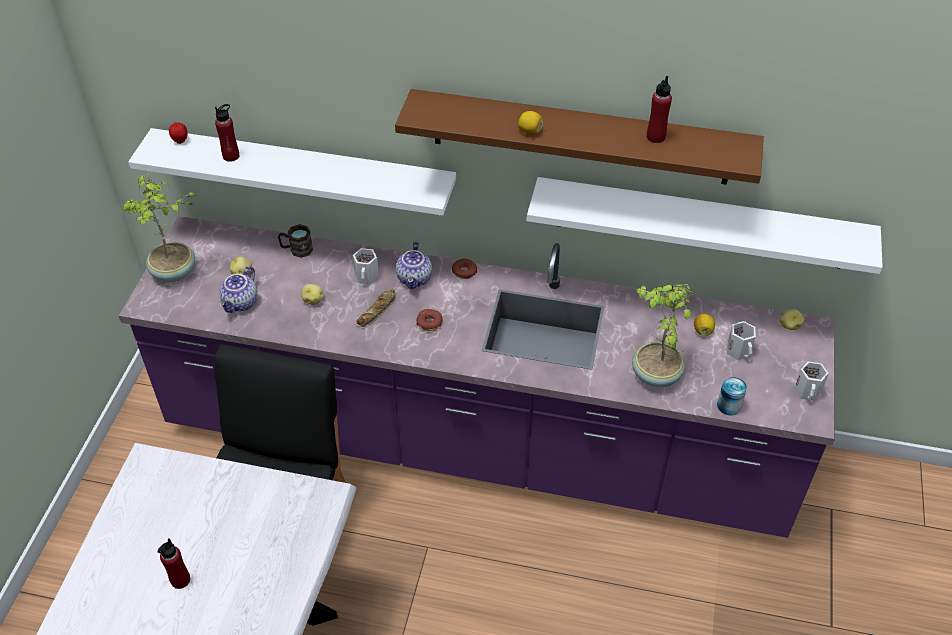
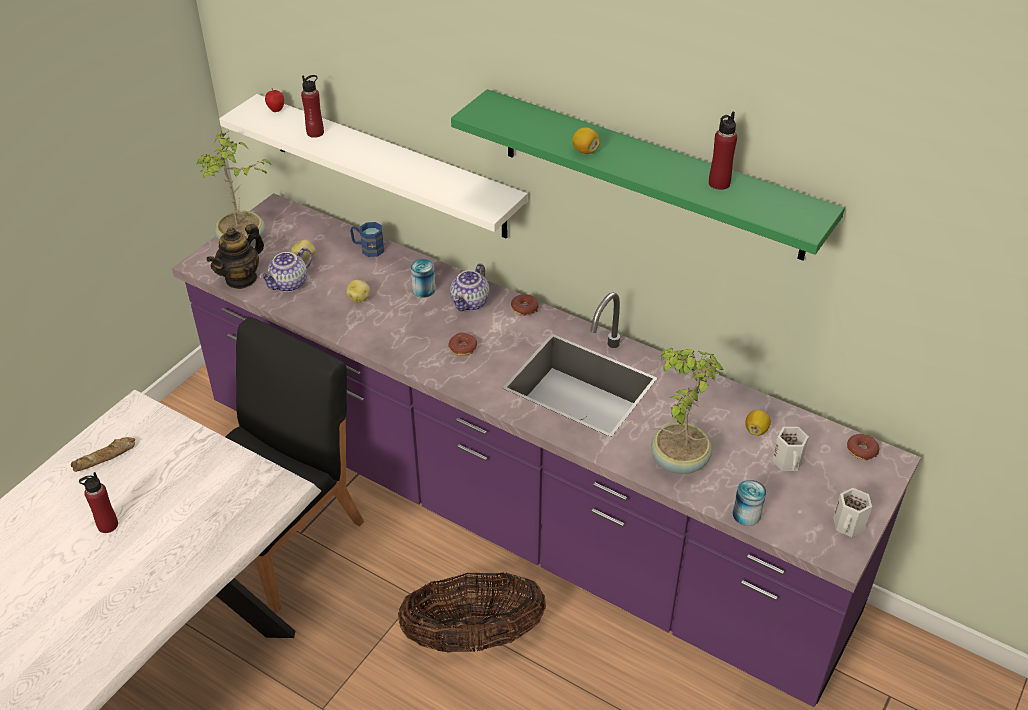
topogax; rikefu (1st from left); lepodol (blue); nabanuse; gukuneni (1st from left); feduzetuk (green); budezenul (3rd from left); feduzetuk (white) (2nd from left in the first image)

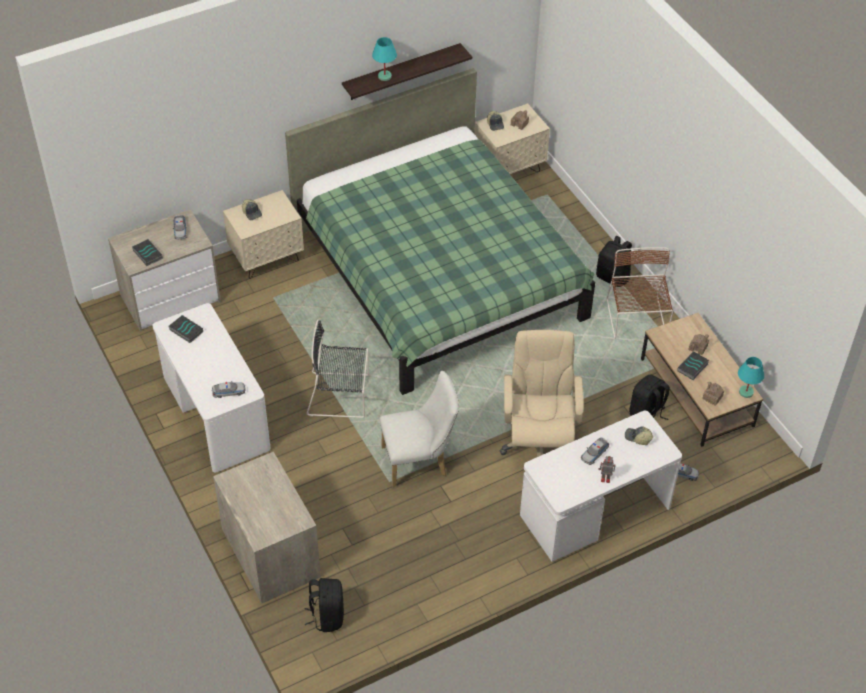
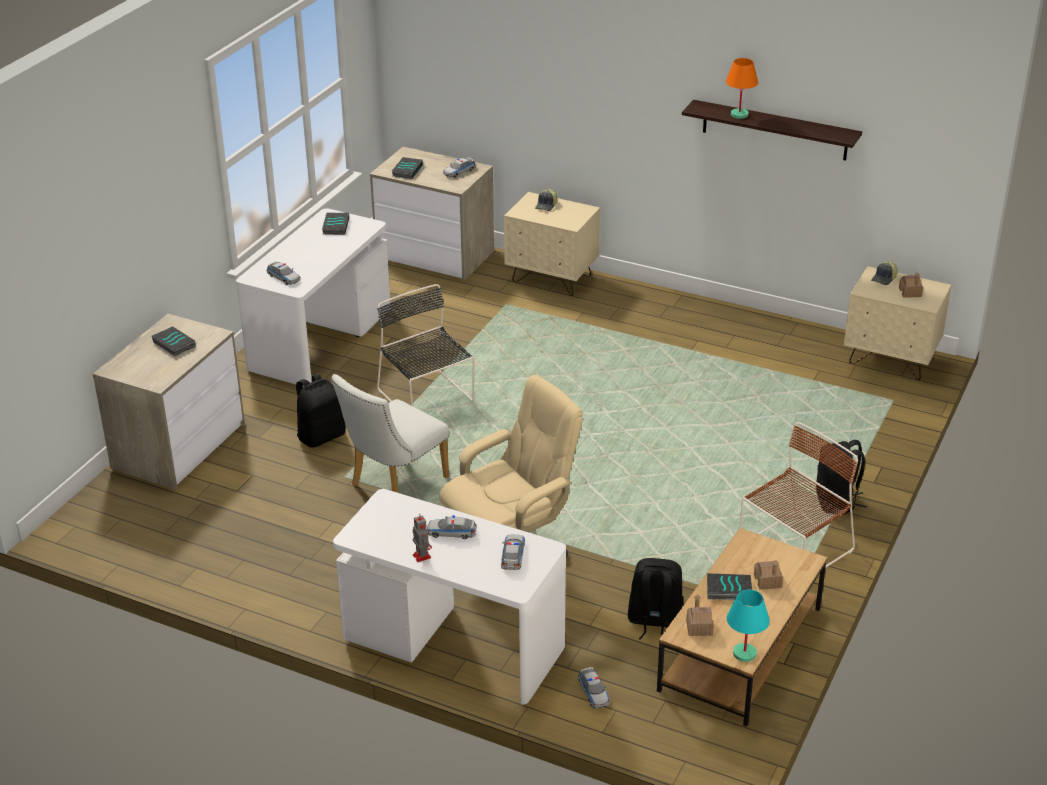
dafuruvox (1st from left); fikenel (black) (1st from left); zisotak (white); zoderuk (4th from left); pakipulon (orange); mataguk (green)

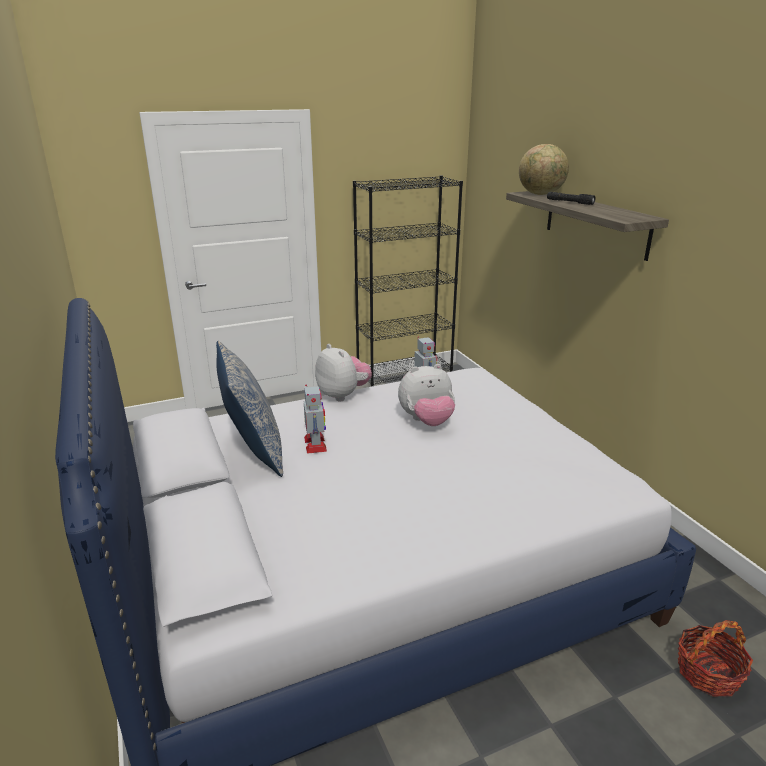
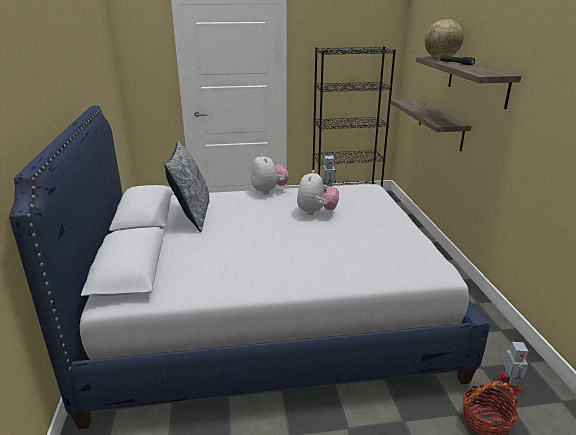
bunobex (2nd from left); feduzetuk (1st from left); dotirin (2nd from left)

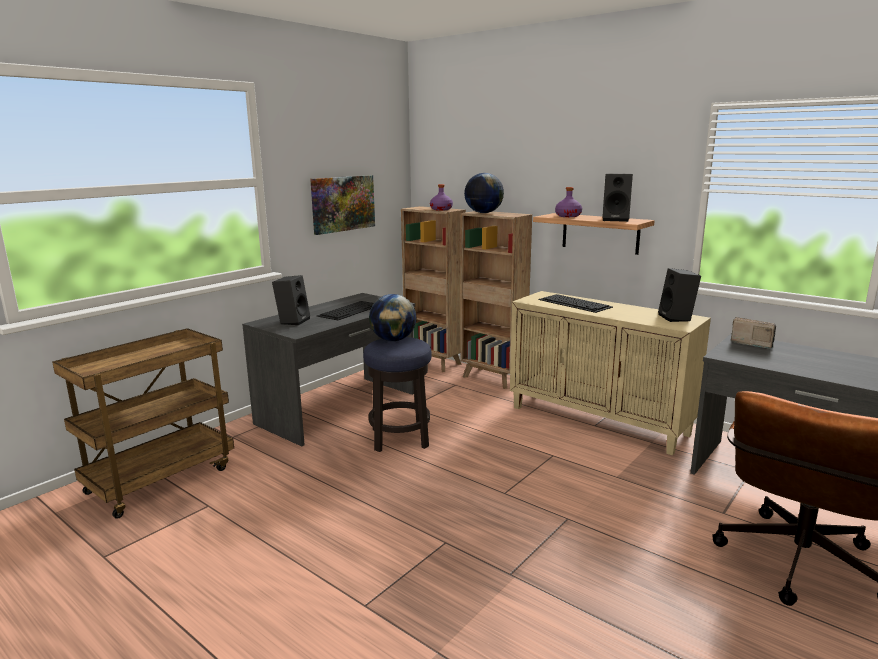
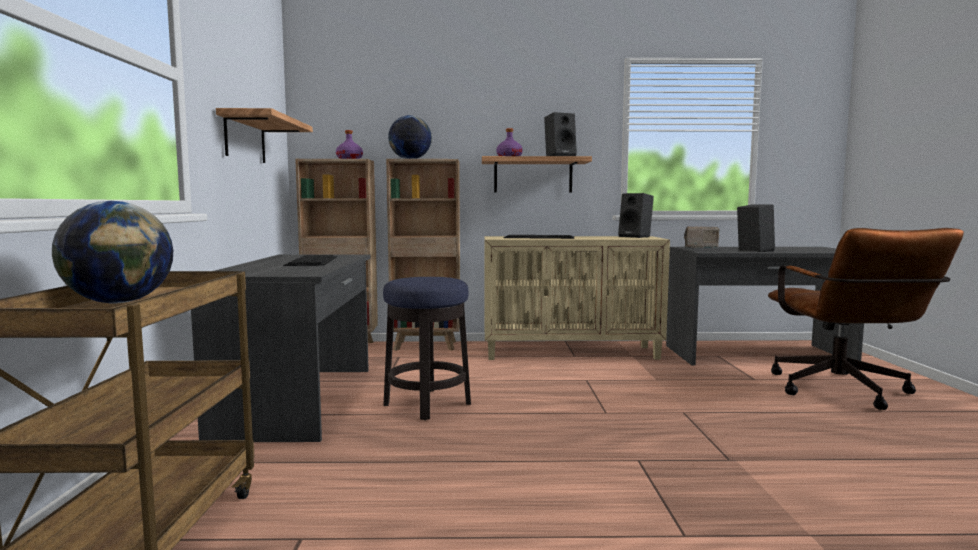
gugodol (1st from left); feduzetuk (1st from left); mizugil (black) (3rd from left)

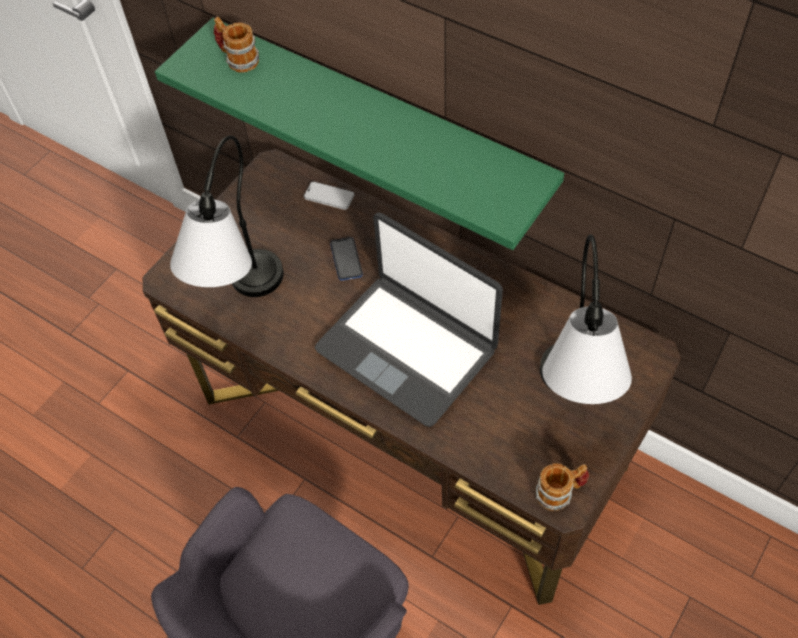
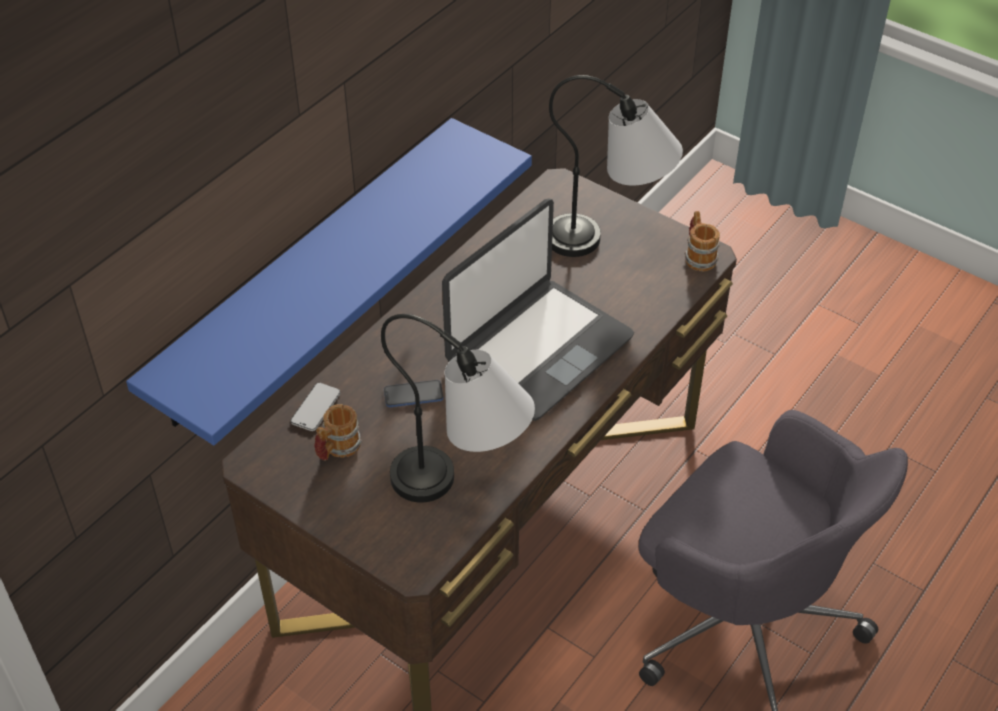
feduzetuk (blue); lepodol (1st from left)

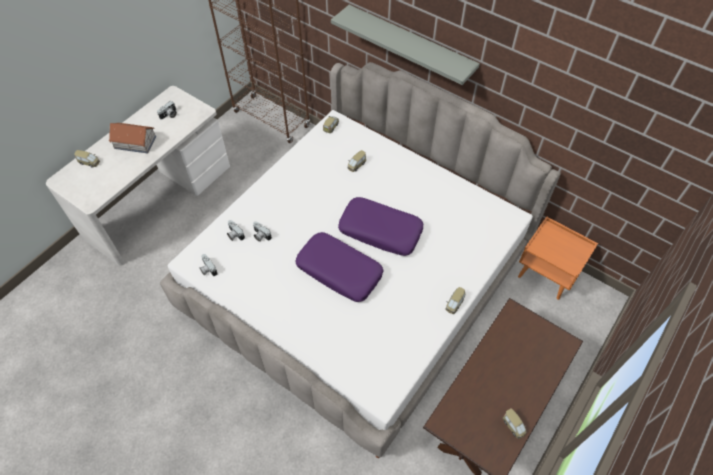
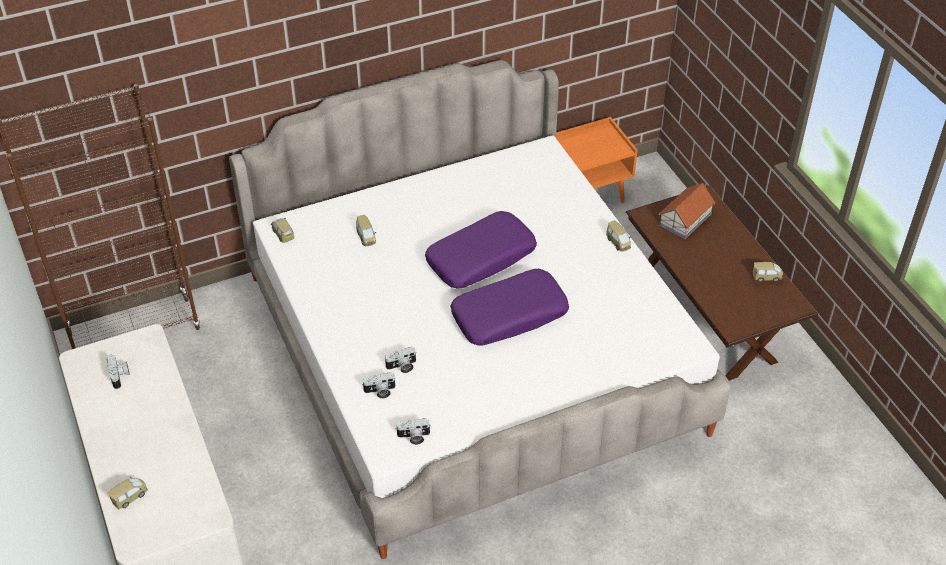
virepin; feduzetuk (grey)

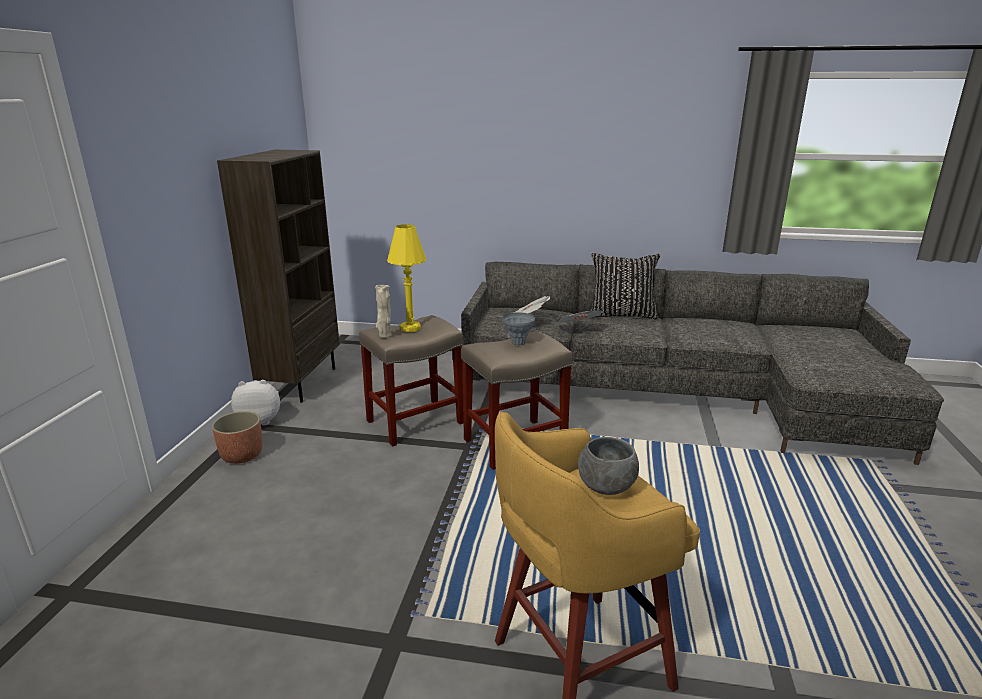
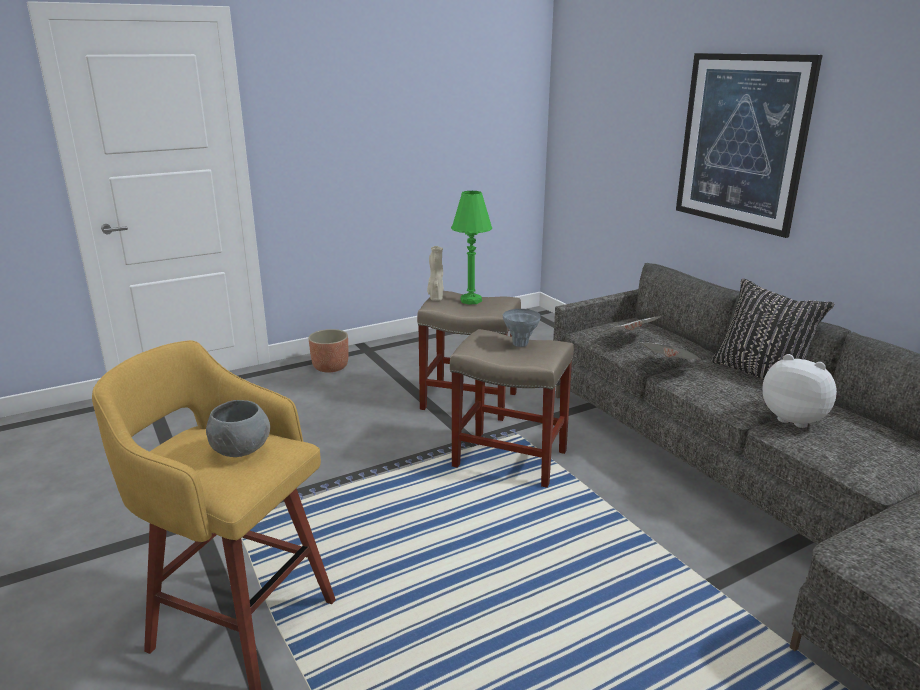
pakipulon (green); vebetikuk; bunobex; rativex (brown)

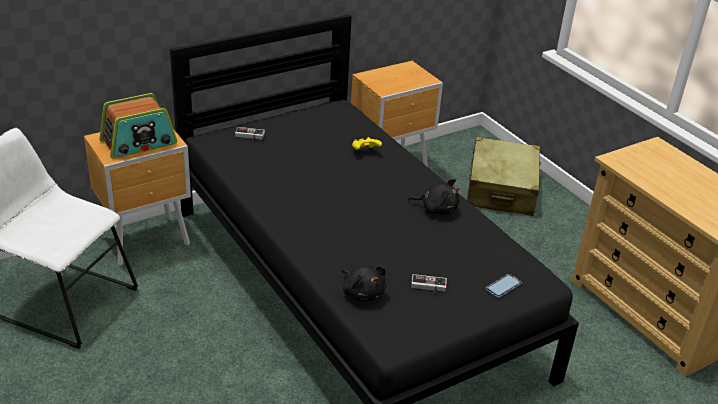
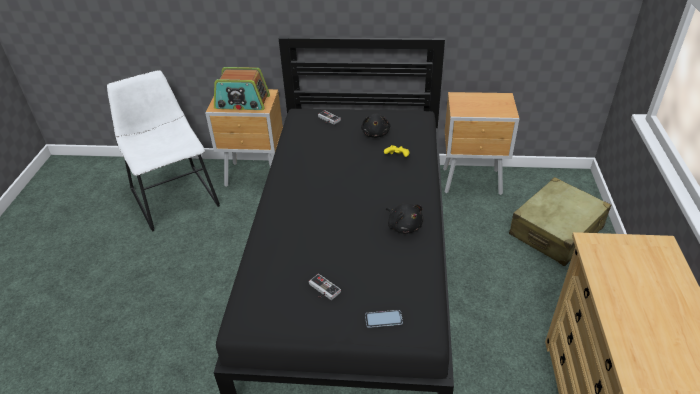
bunobex (black) (1st from left)

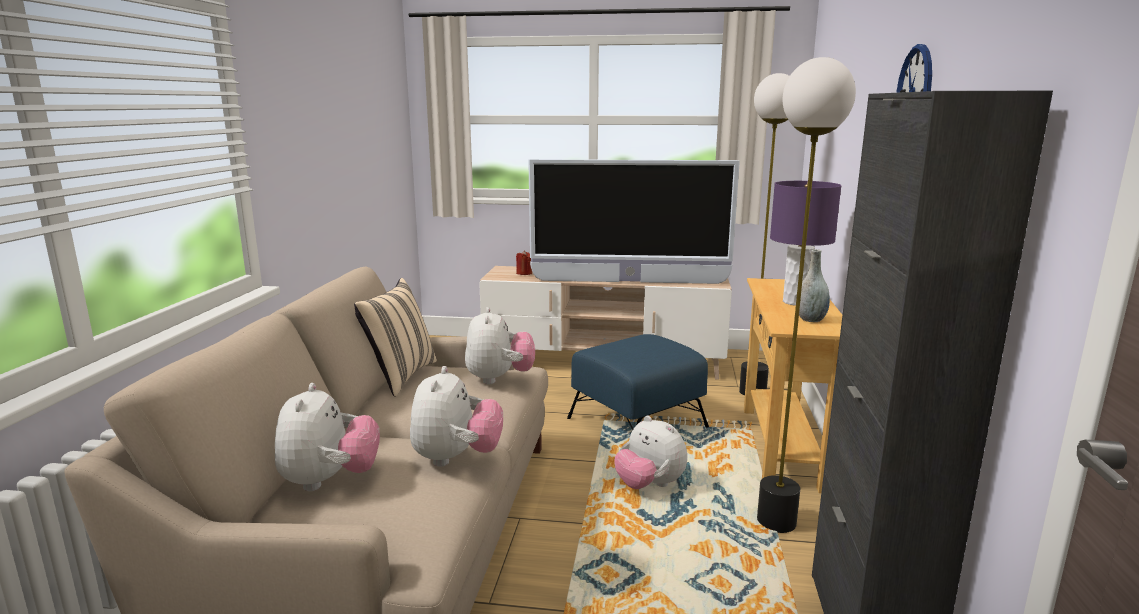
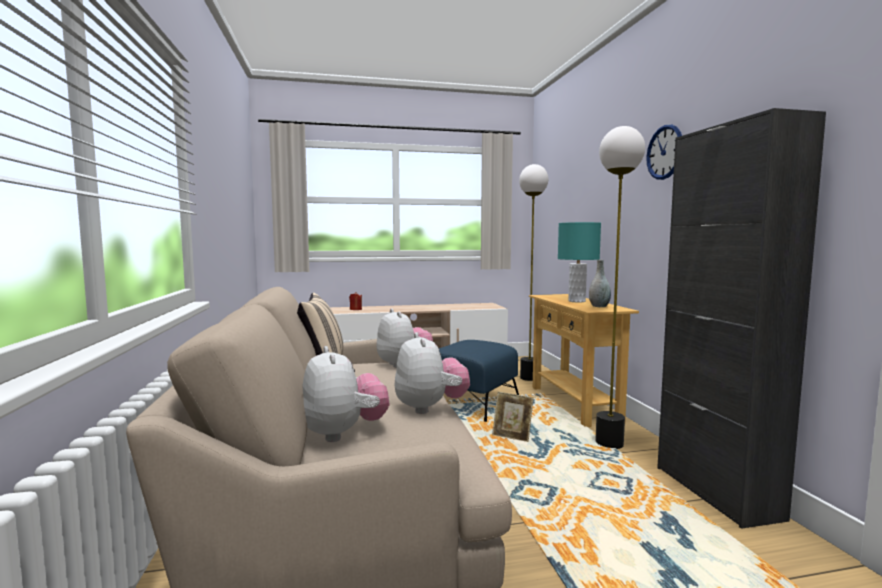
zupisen; pakipulon (turquoise); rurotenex

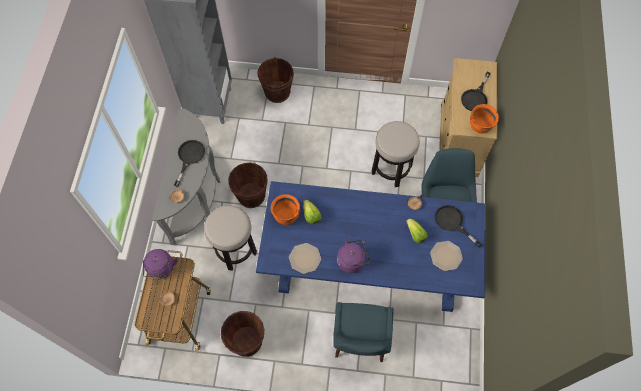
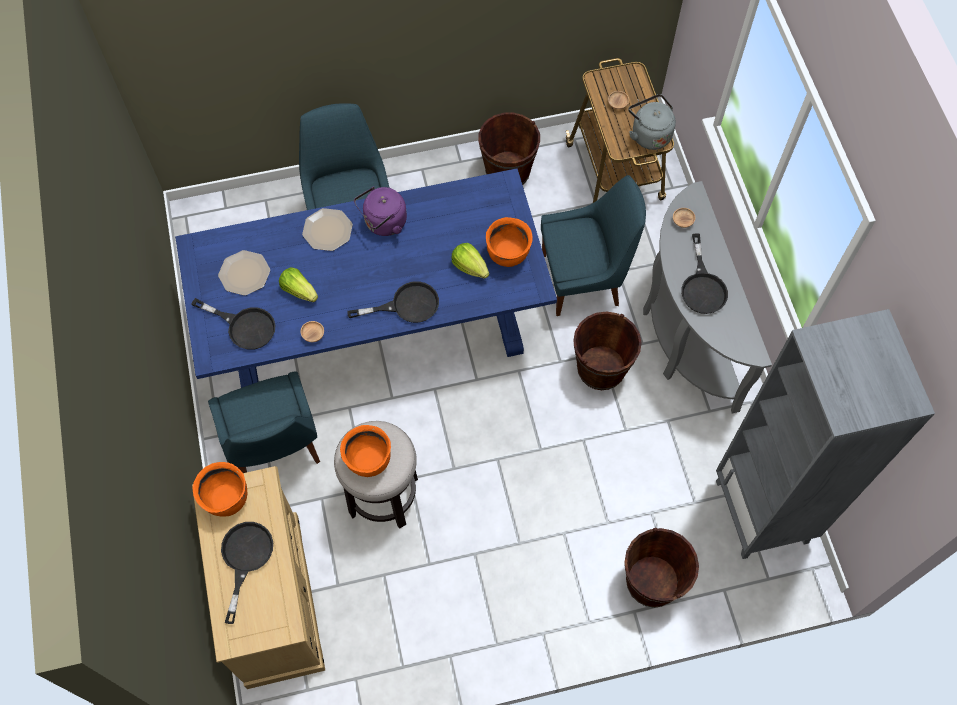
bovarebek (2nd from left); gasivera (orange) (2nd from left); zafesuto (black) (3rd from left); zisotak (blue) (3rd from left); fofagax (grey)

